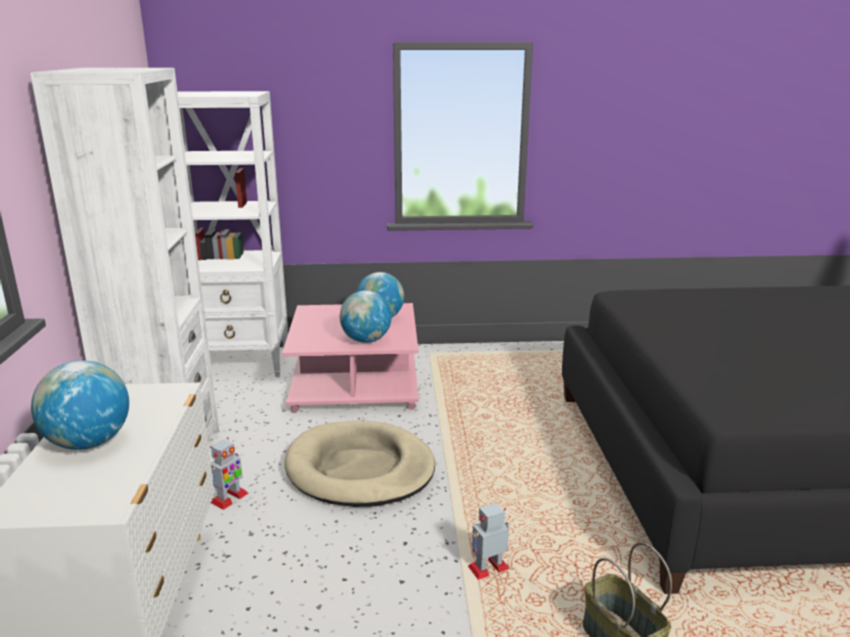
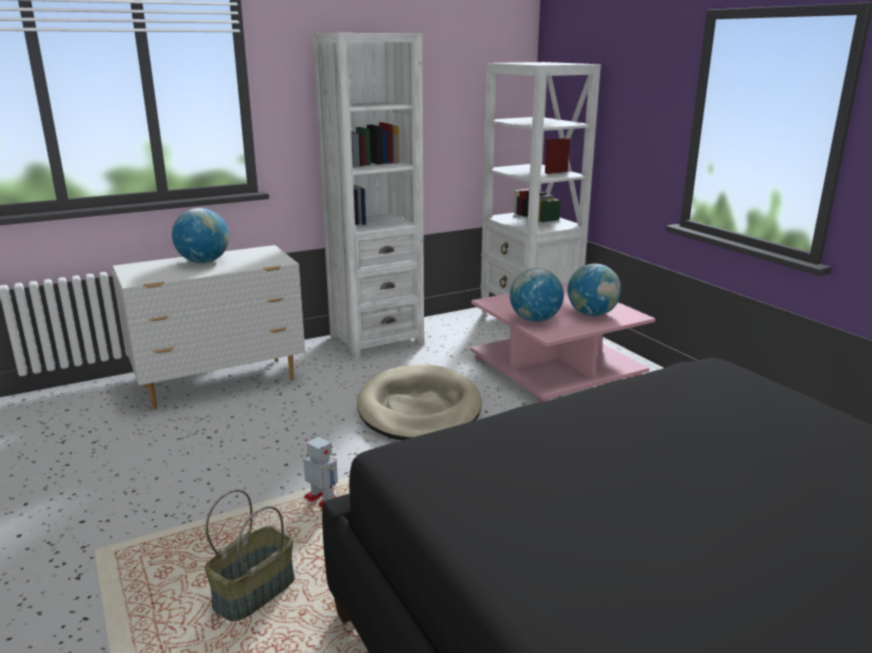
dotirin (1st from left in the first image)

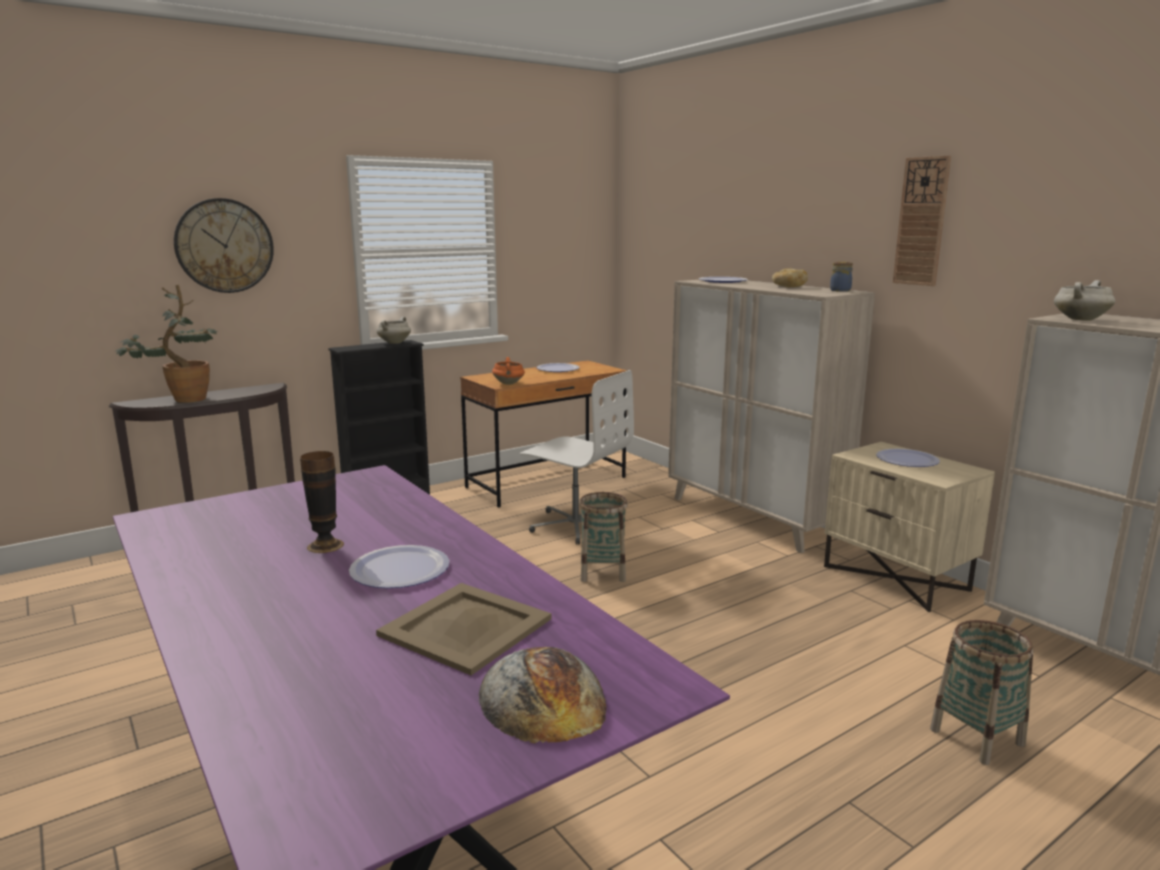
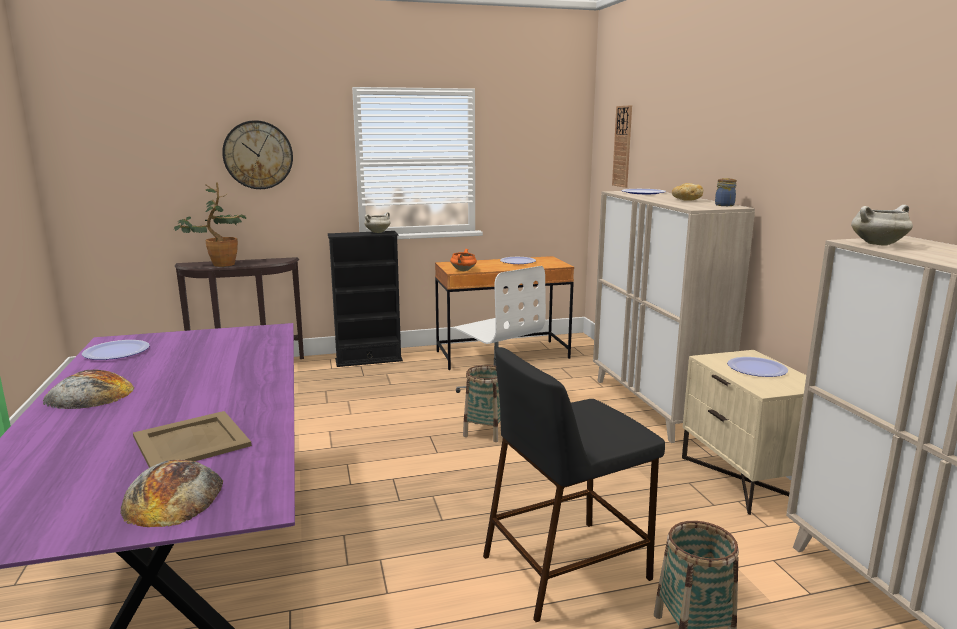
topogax (1st from left); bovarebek (1st from left); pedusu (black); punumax (2nd from left); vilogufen

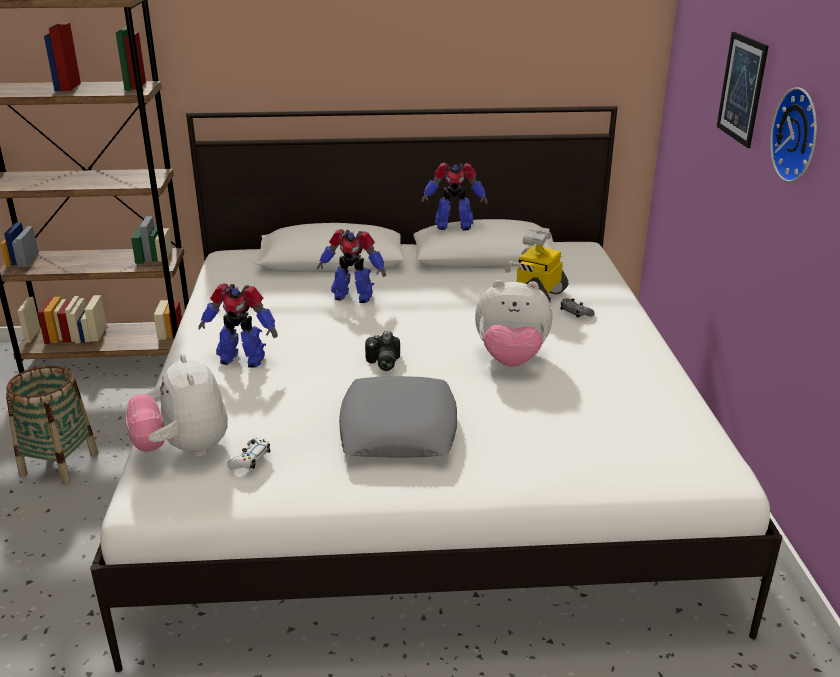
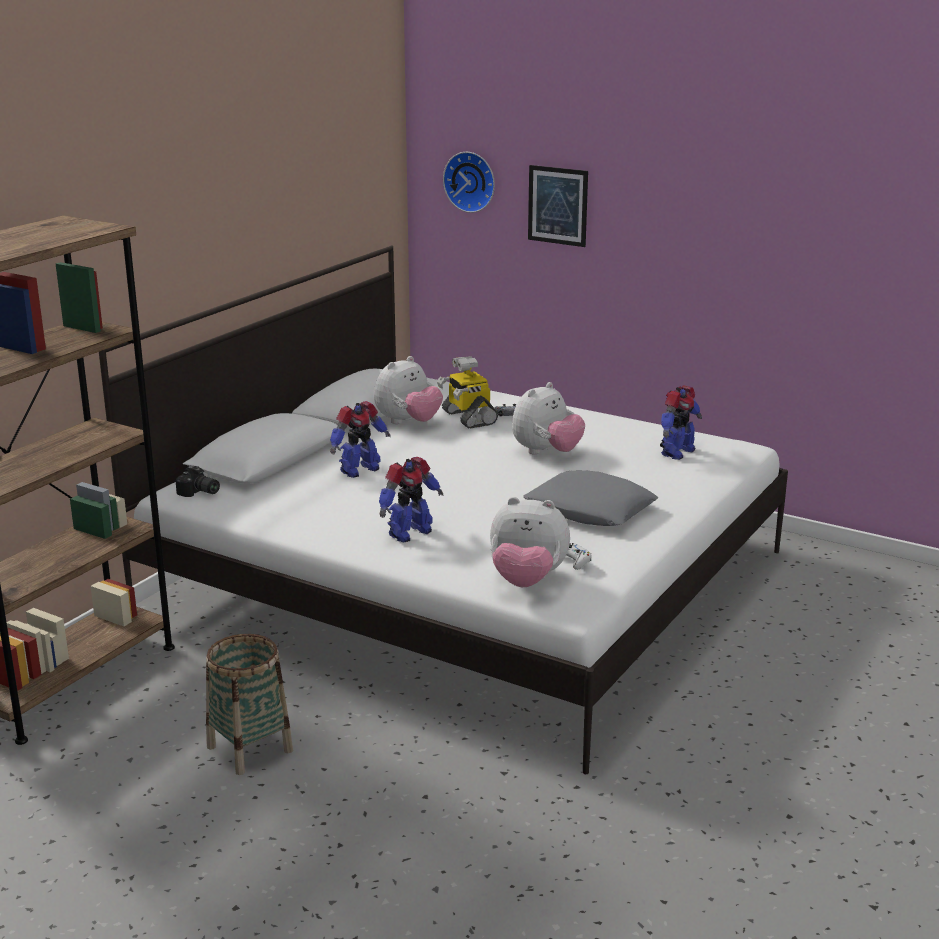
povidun; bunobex (1st from left); punumax; dotirin (4th from left)

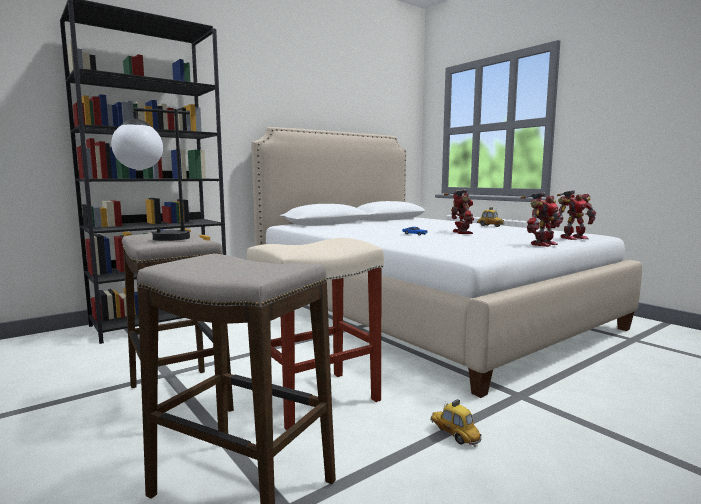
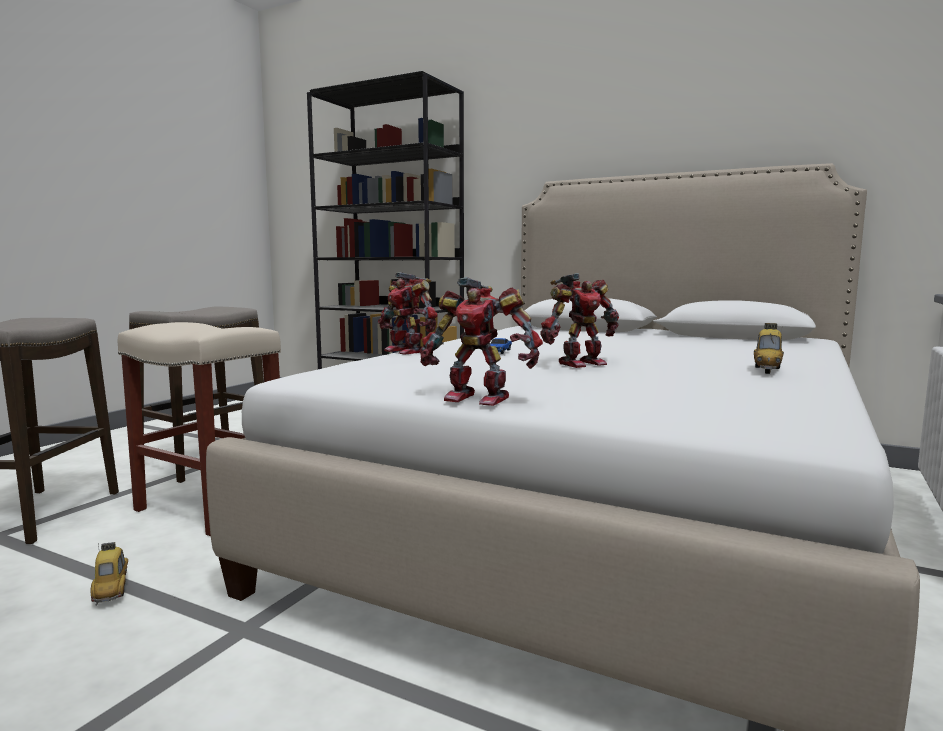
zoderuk (1st from left); dotirin (1st from left); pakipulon

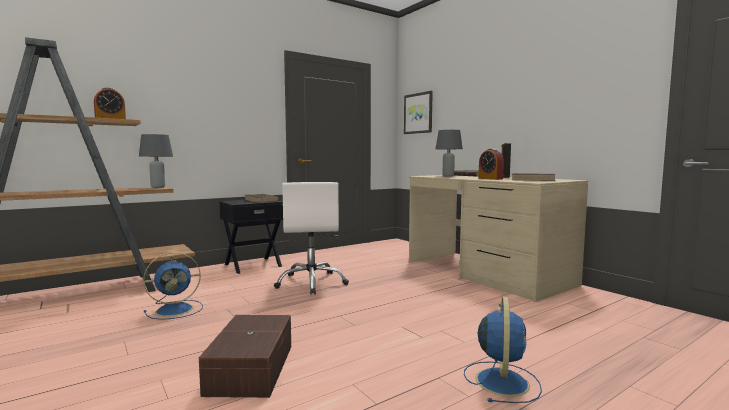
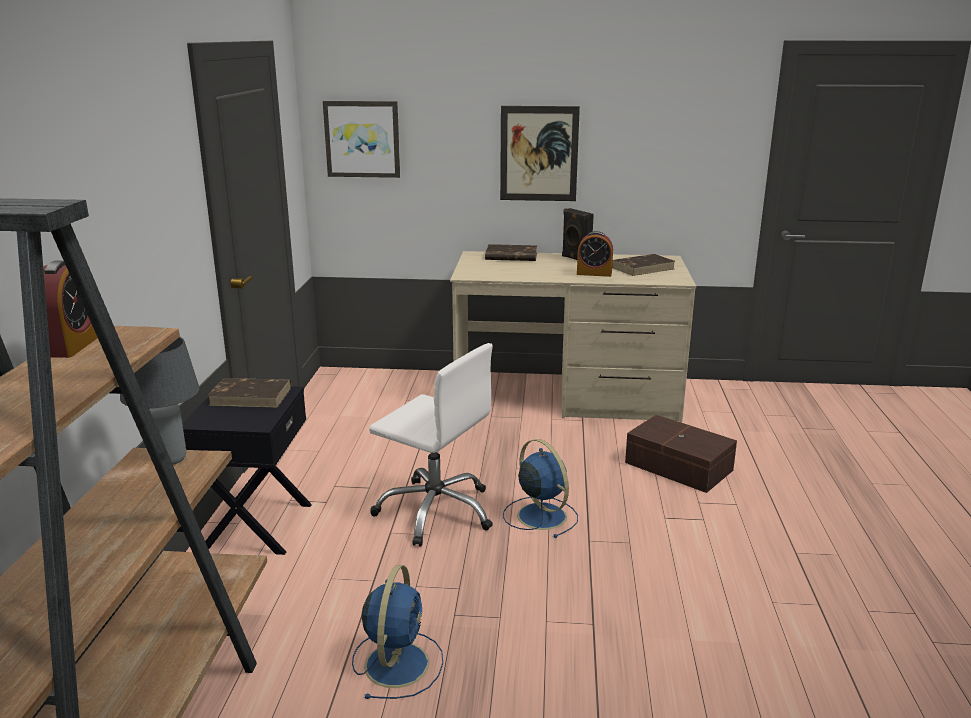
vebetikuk (2nd from left); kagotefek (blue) (2nd from left); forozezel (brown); pakipulon (grey) (2nd from left in the first image)

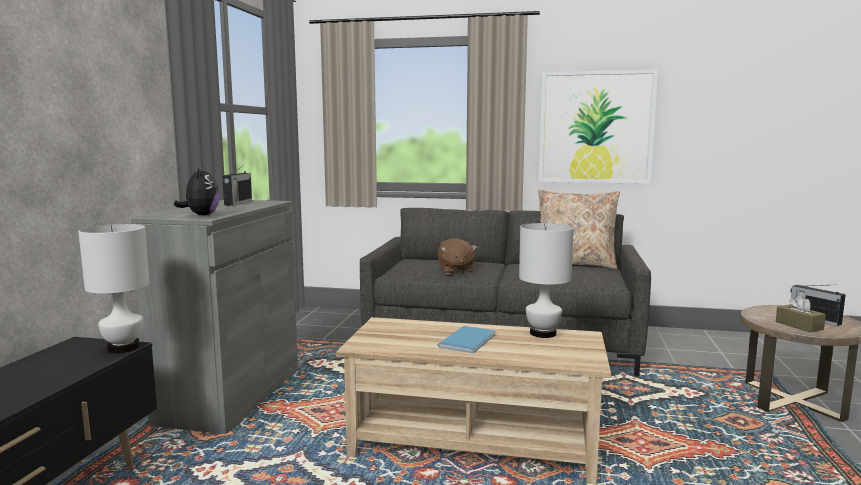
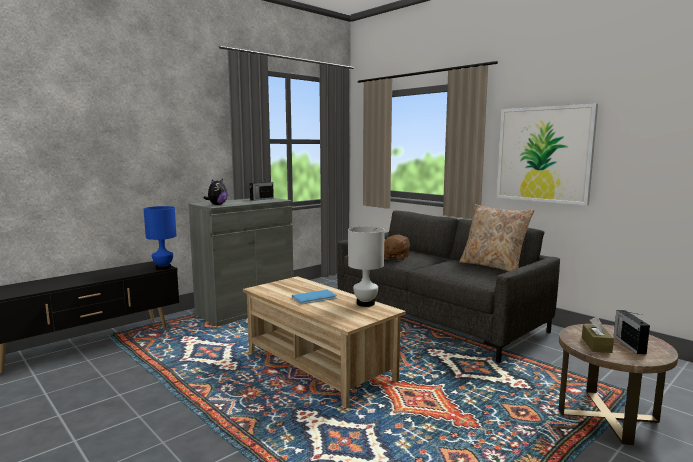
pakipulon (blue)

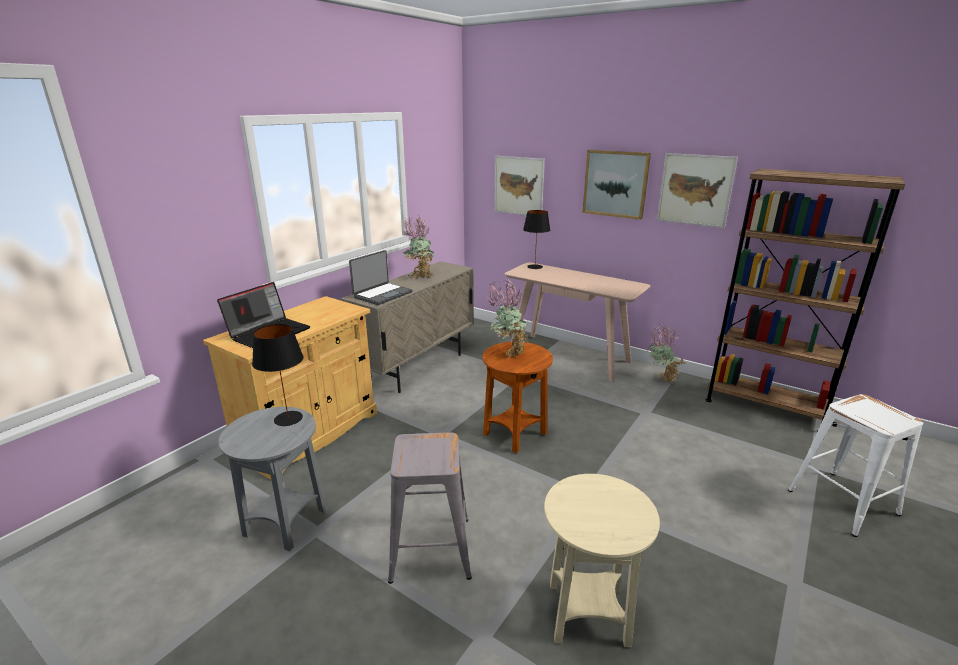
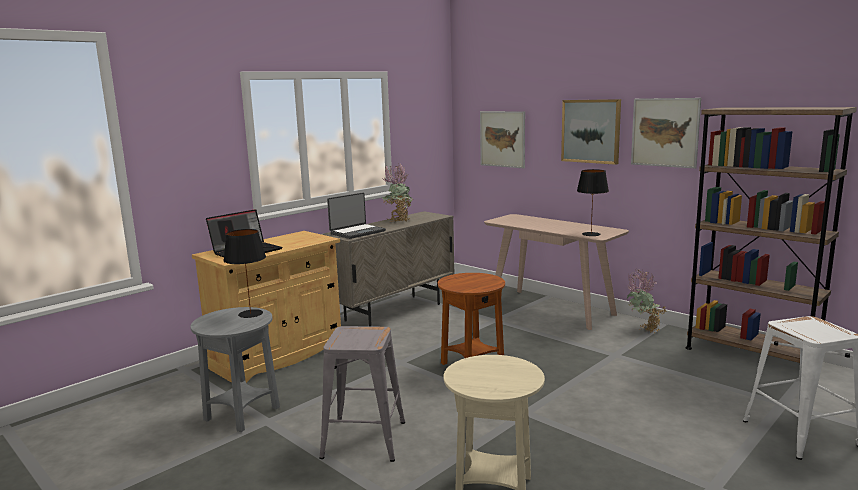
pakipulon (black) (2nd from left); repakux (2nd from left in the first image)

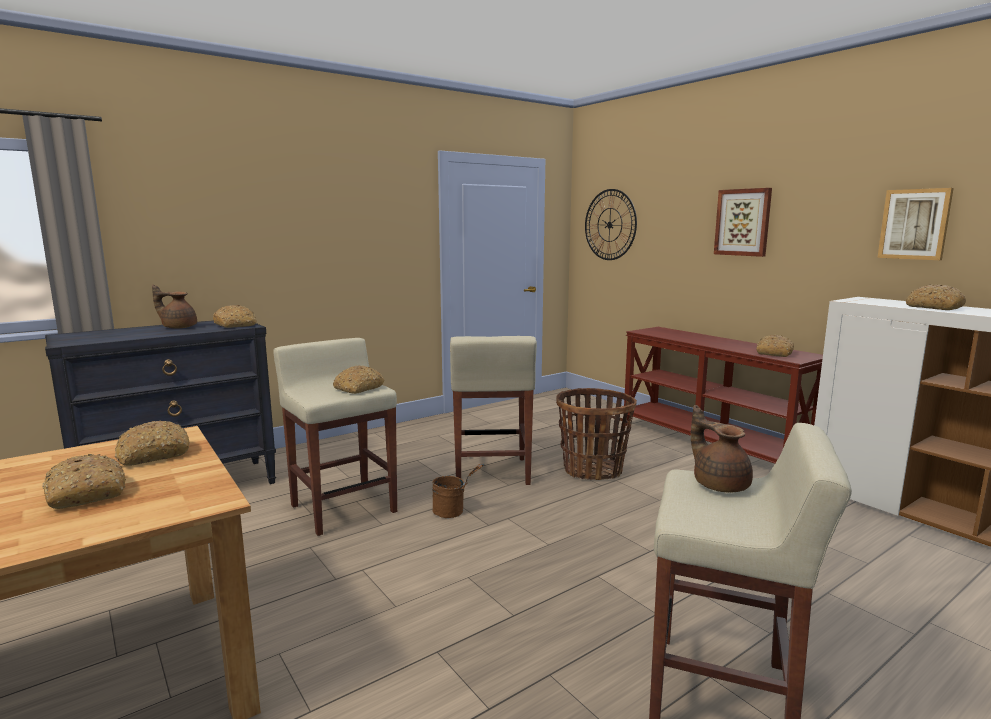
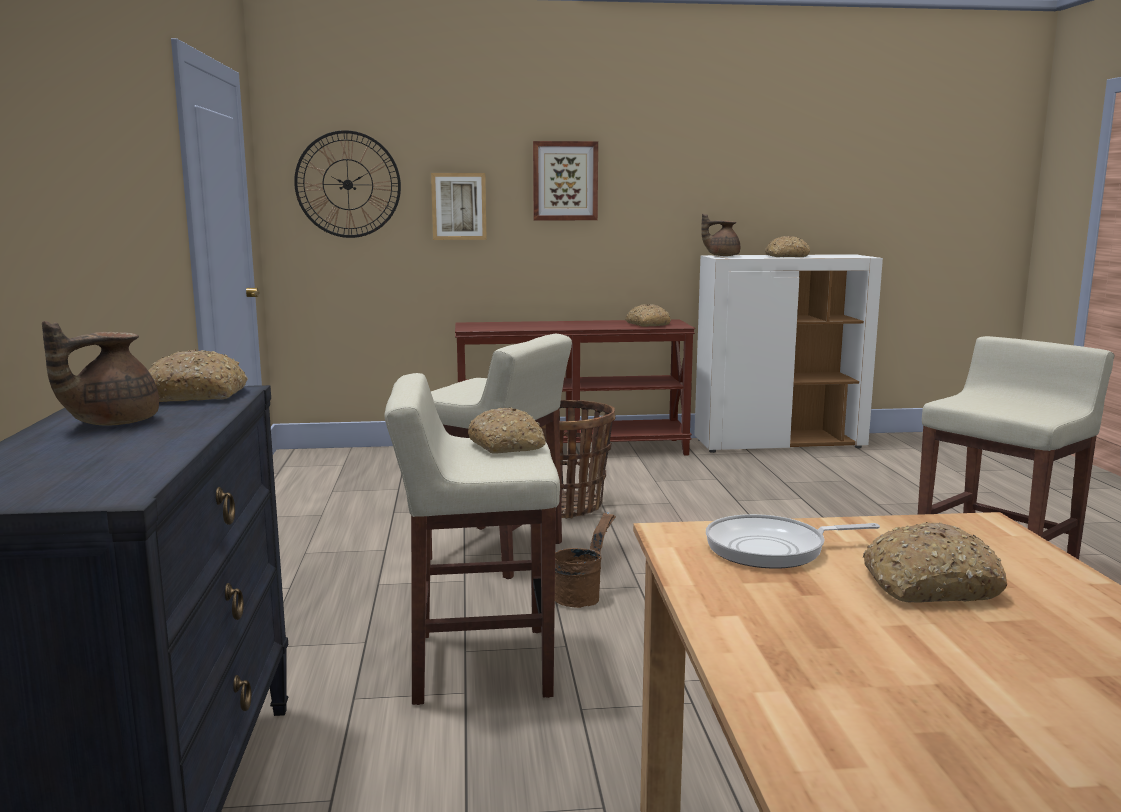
vebetikuk (1st from left); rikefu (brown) (2nd from left); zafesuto

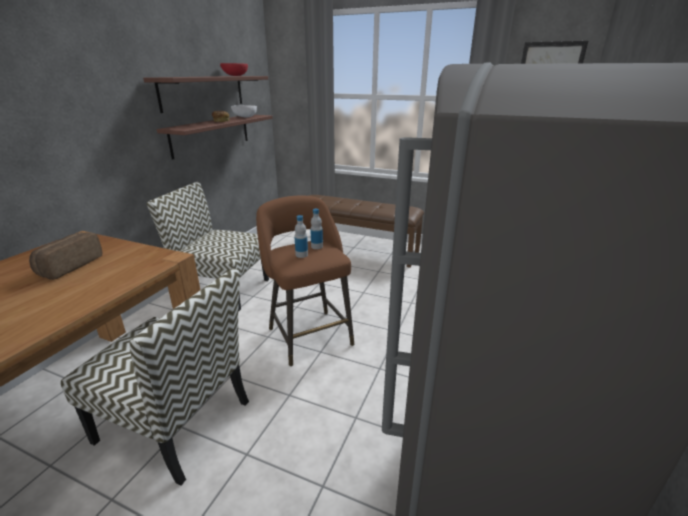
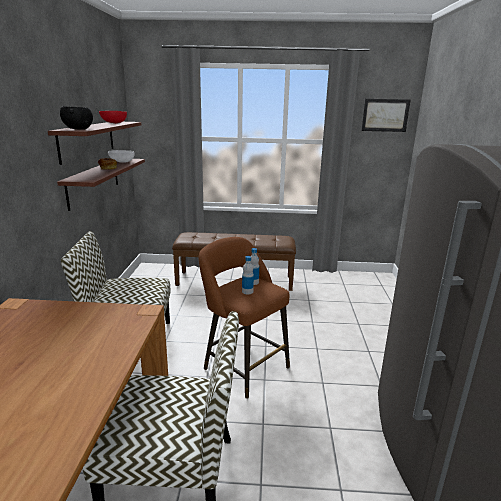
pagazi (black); topogax (1st from left in the first image)

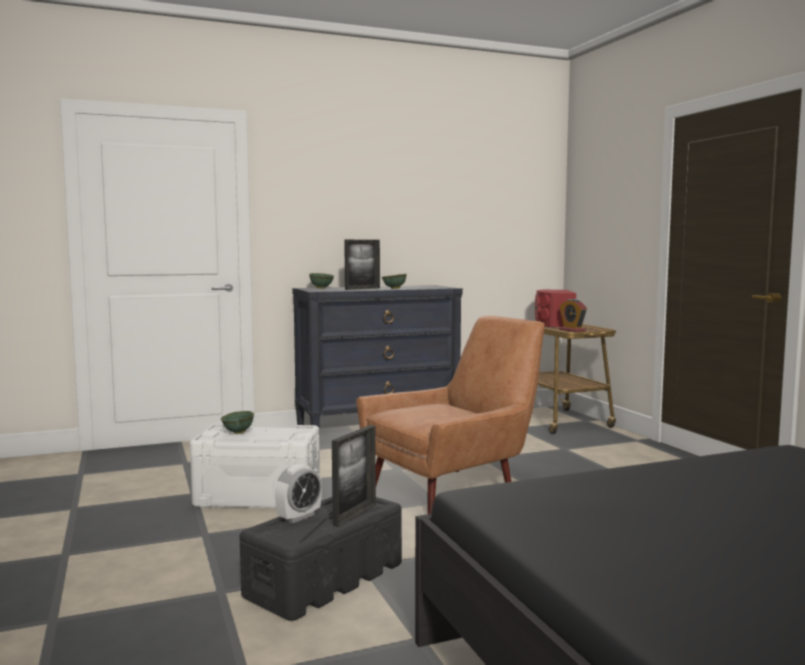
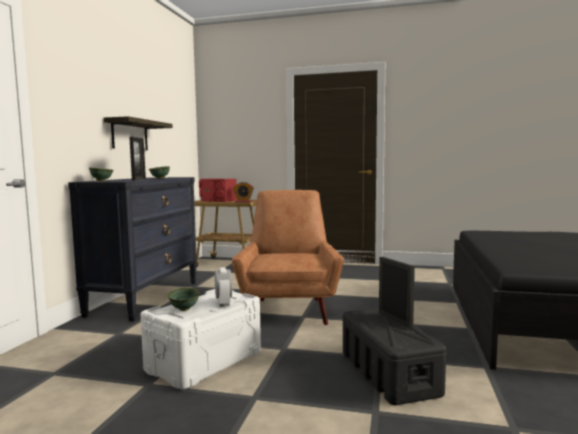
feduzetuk; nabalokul (1st from left)

